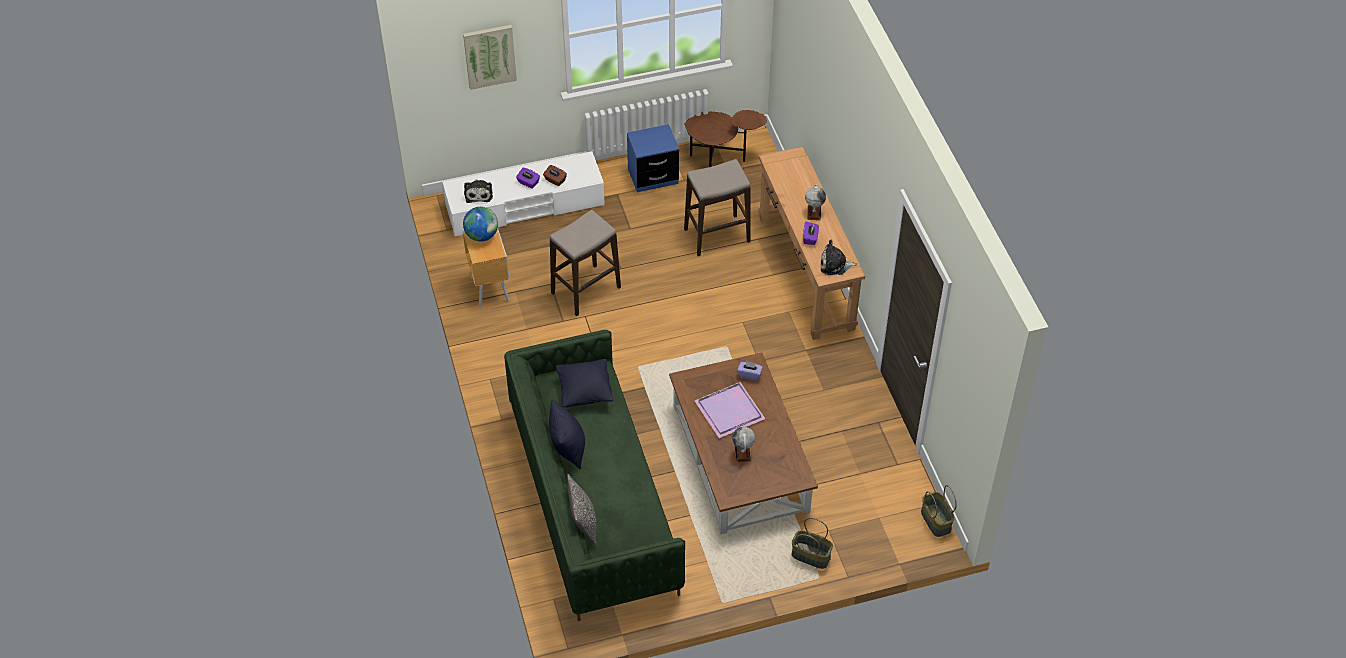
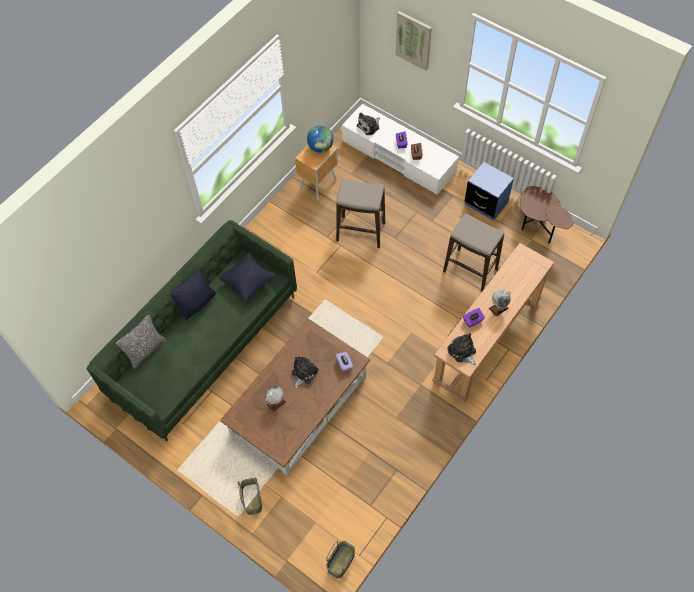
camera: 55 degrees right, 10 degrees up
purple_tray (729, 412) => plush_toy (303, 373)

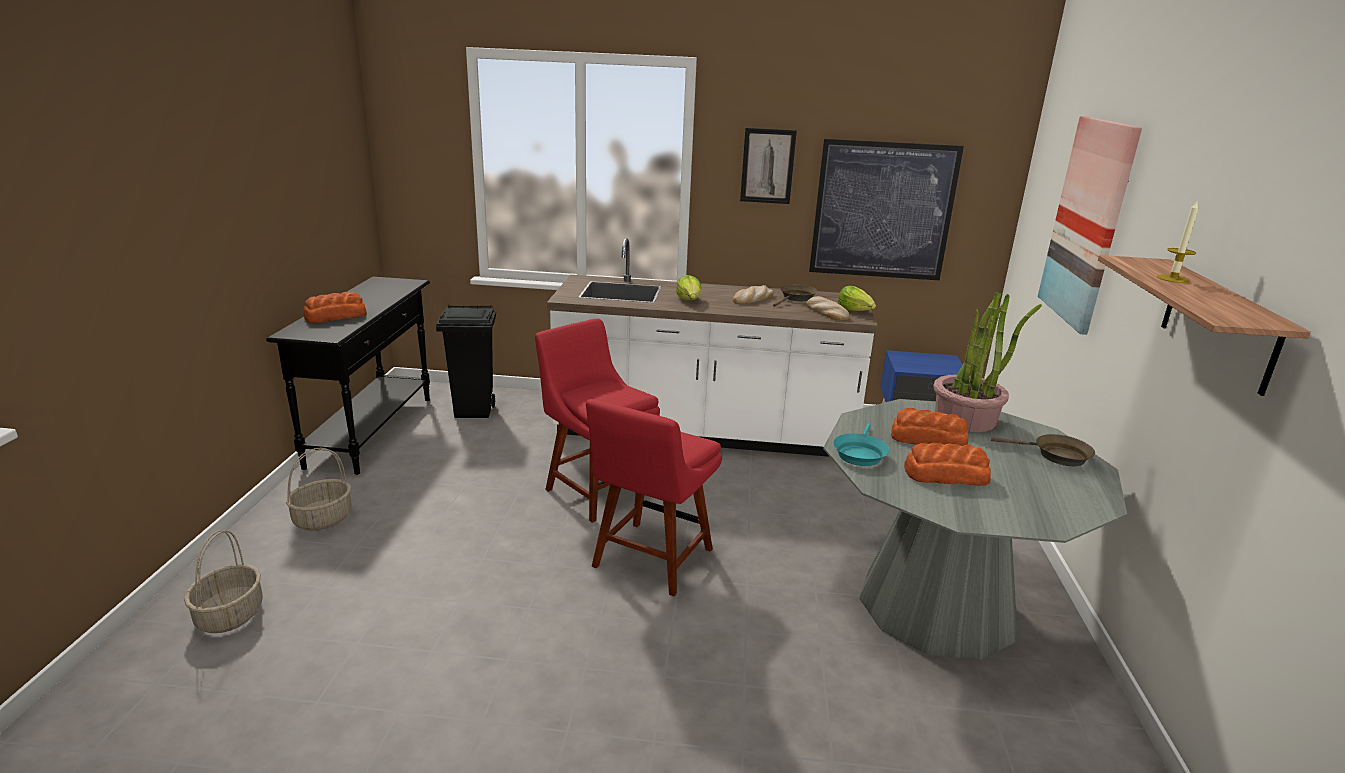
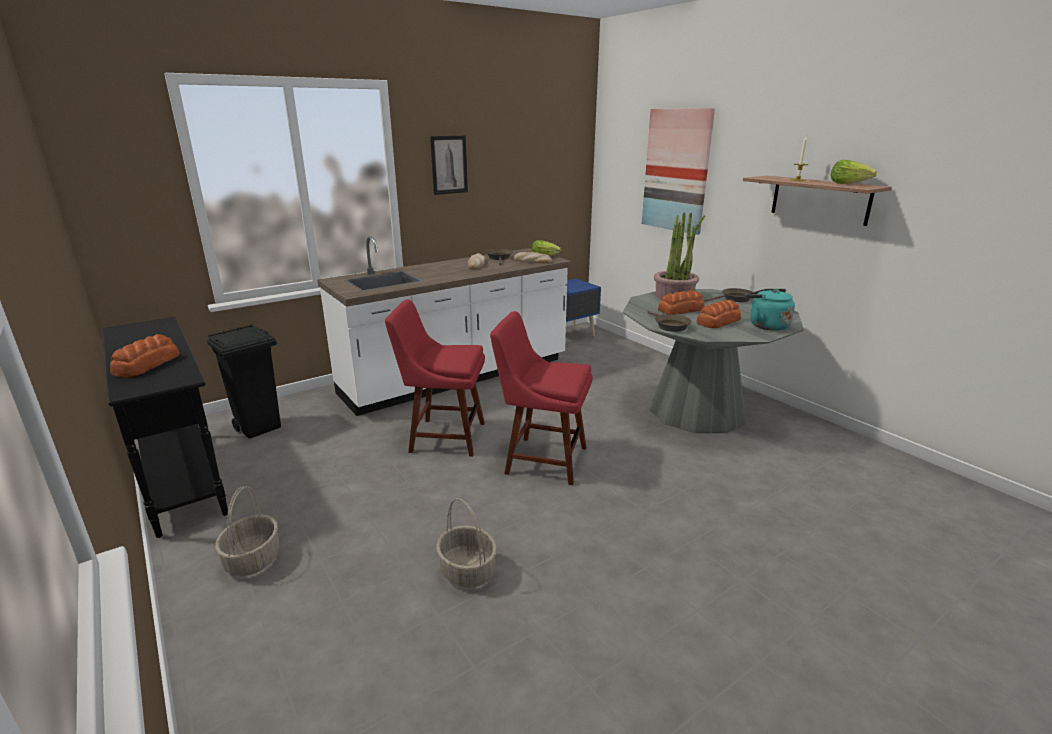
camera: 40 degrees left, 0 degrees up
picture (882, 210) => nothing
lettuce (689, 300) => lettuce (849, 184), relocated
red_chair (650, 561) => red_chair (541, 459), 120 degrees clockwise
turquoise_frying_pan (859, 453) => brown_frying_pan (669, 326)
basket (229, 615) => basket (467, 571), relocated
nothing => turquoise_kettle (766, 325)

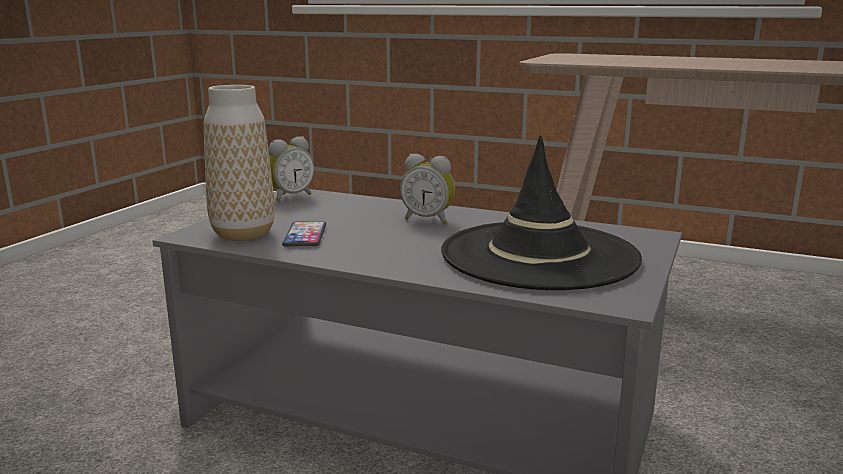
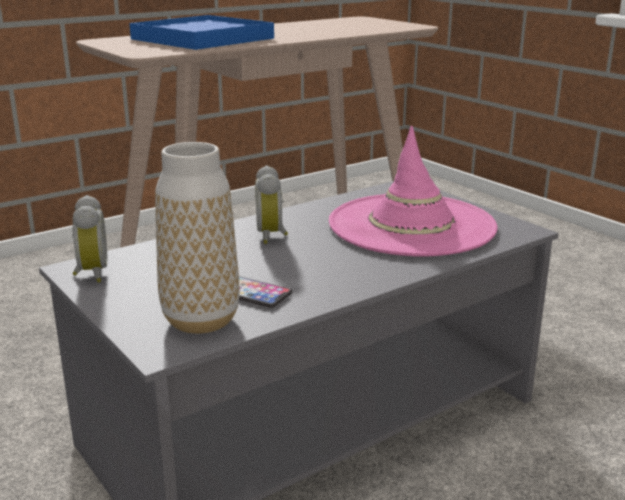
camera: 60 degrees left, 5 degrees up
black_hat (539, 255) => pink_hat (412, 225)
alarm_clock (428, 220) => alarm_clock (272, 235), 120 degrees clockwise
nothing => blue_tray (202, 39)

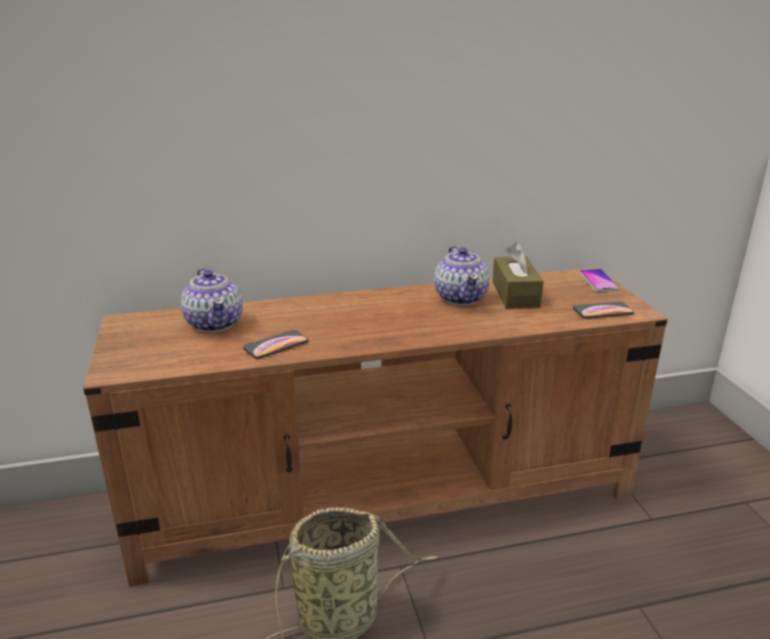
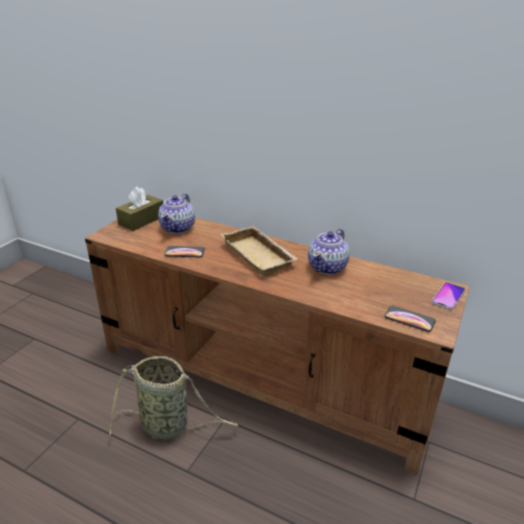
camera: 40 degrees right, 5 degrees up
brown_tissue_box (515, 294) => brown_tissue_box (141, 220), relocated
nothing => beige_tray (260, 255)

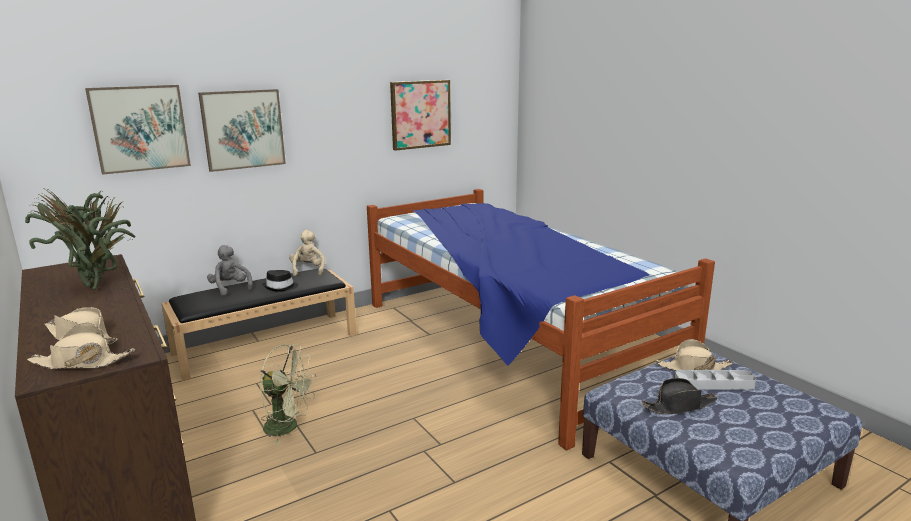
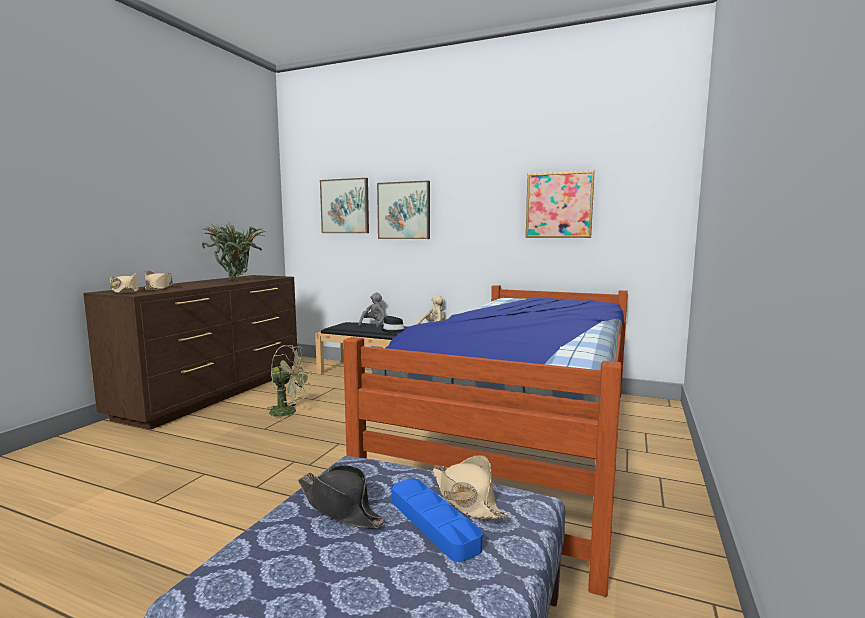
camera: 55 degrees right, 10 degrees down
green_fan (288, 427) => green_fan (289, 412), 60 degrees counterclockwise
grey_tray (714, 384) => blue_tray (433, 523)

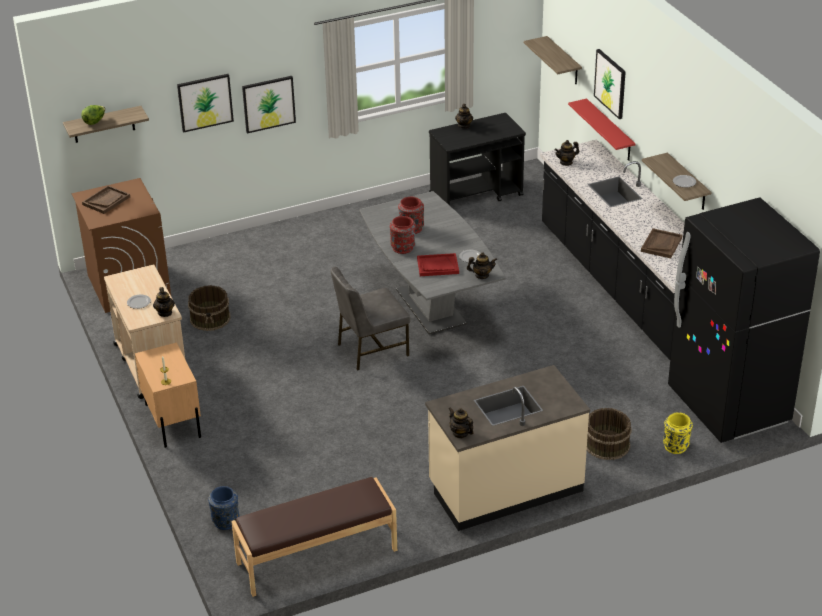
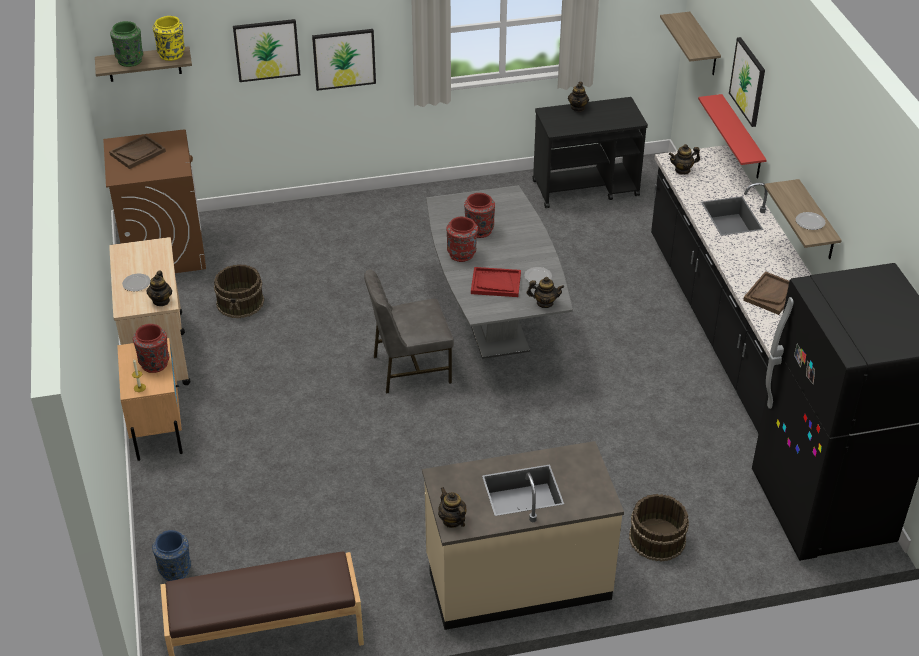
camera: 10 degrees right, 5 degrees up
lettuce (95, 121) => green_vase (130, 60)
yellow_vase (676, 446) => yellow_vase (172, 54), relocated
nothing => red_vase (154, 363)

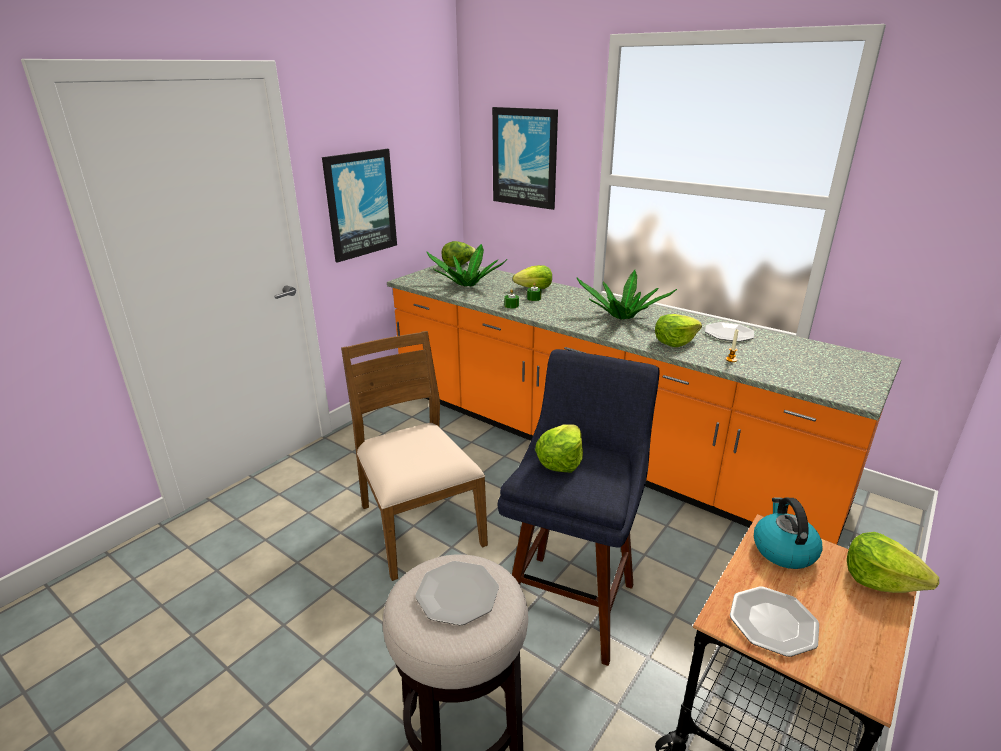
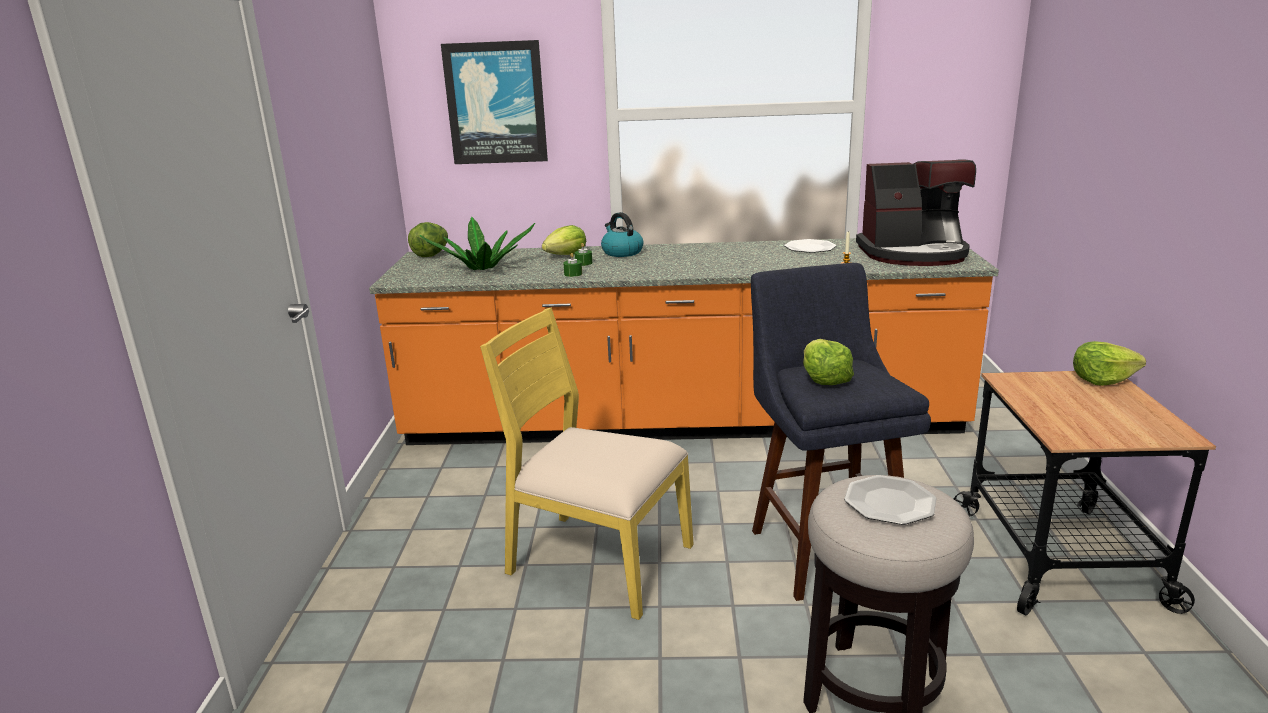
camera: 35 degrees left, 5 degrees down
picture (360, 204) => nothing
potted_plant (622, 317) => nothing
lettuce (674, 342) => nothing
brown_chair (418, 525) => yellow_chair (597, 560)
kettle (783, 550) => kettle (621, 252), relocated
plate (773, 622) => nothing
nothing => coffee_machine (913, 254)

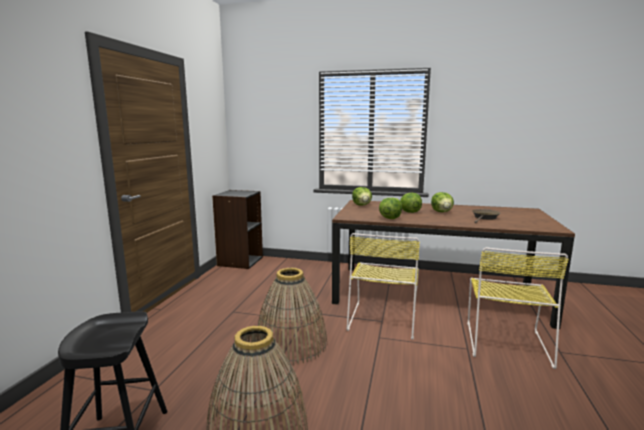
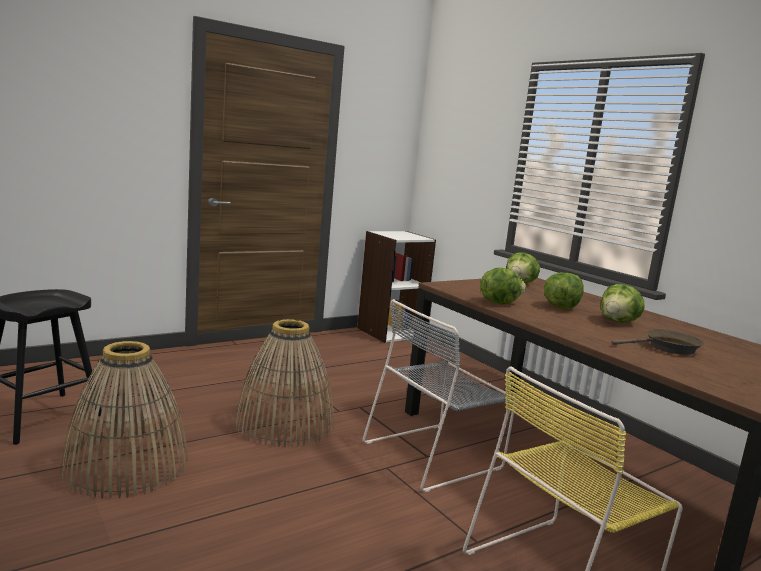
camera: 40 degrees right, 0 degrees up
black_bookcase (240, 261) => white_bookcase (390, 332)
yellow_chair (383, 318) => grey_chair (435, 454)

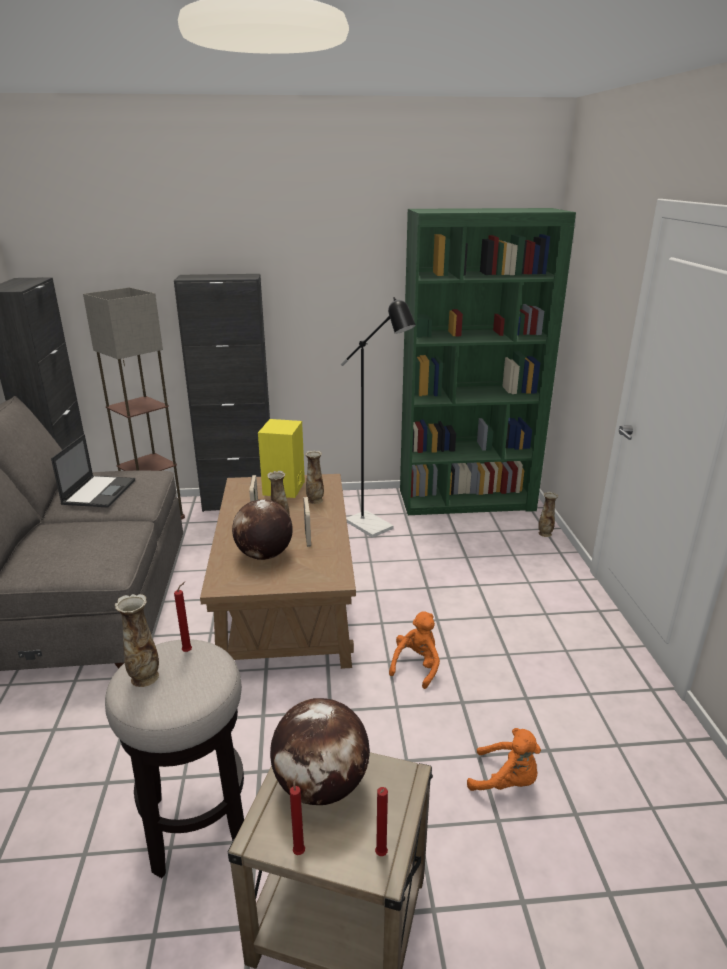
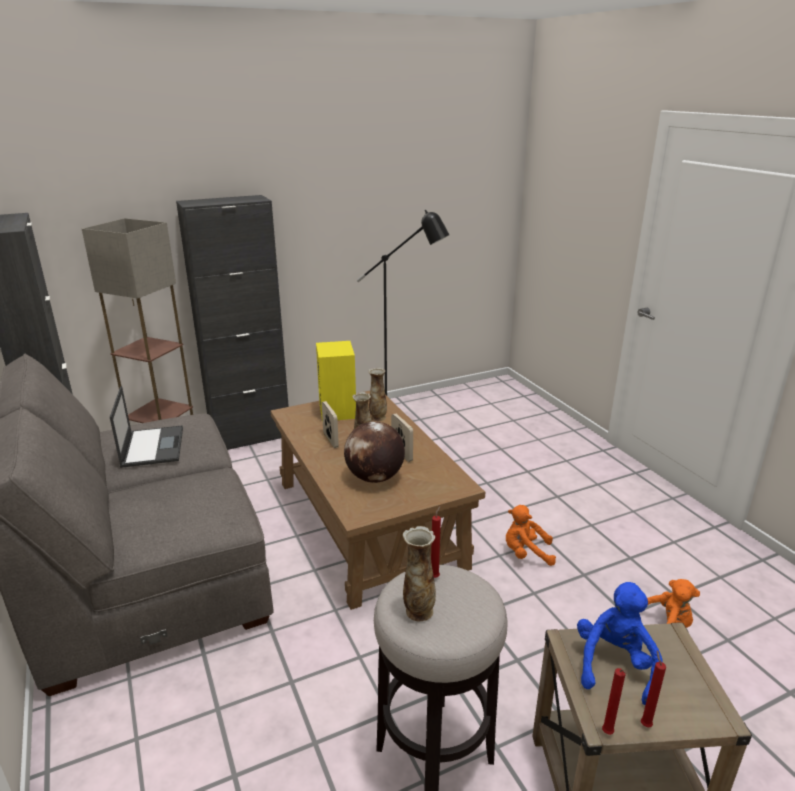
camera: 20 degrees left, 0 degrees up
green_bookcase (466, 500) => nothing
vase (545, 533) => nothing
orange_plush_toy (417, 666) => orange_plush_toy (526, 553), 90 degrees counterclockwise
globe (322, 785) => blue_plush_toy (614, 664)
red_candle (380, 855) => red_candle (608, 734), relocated

